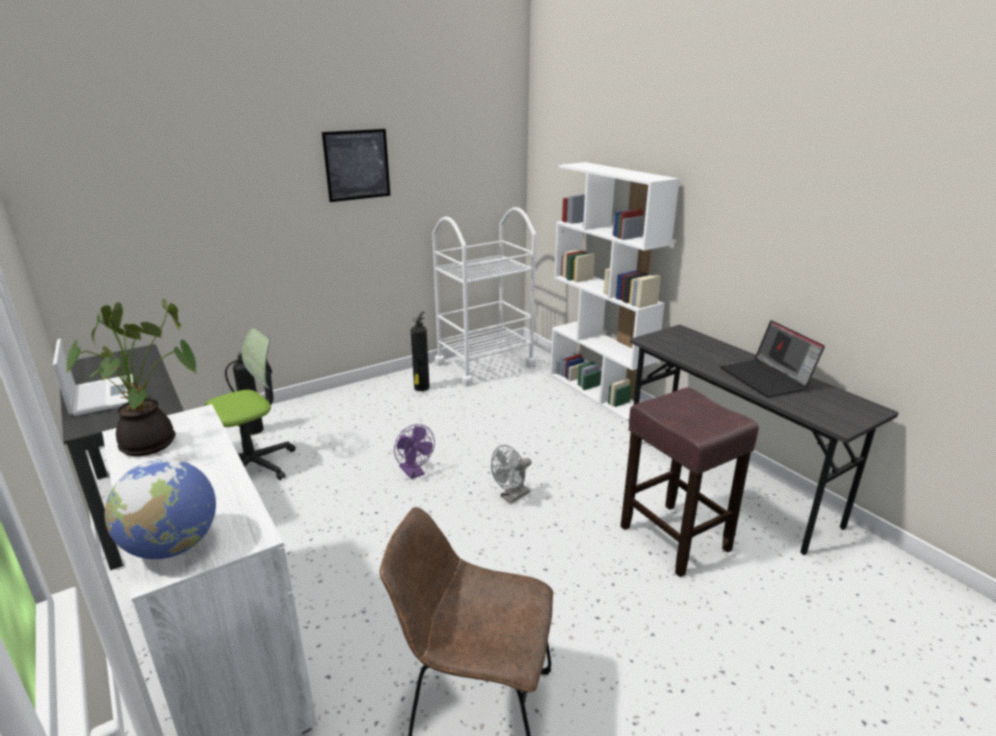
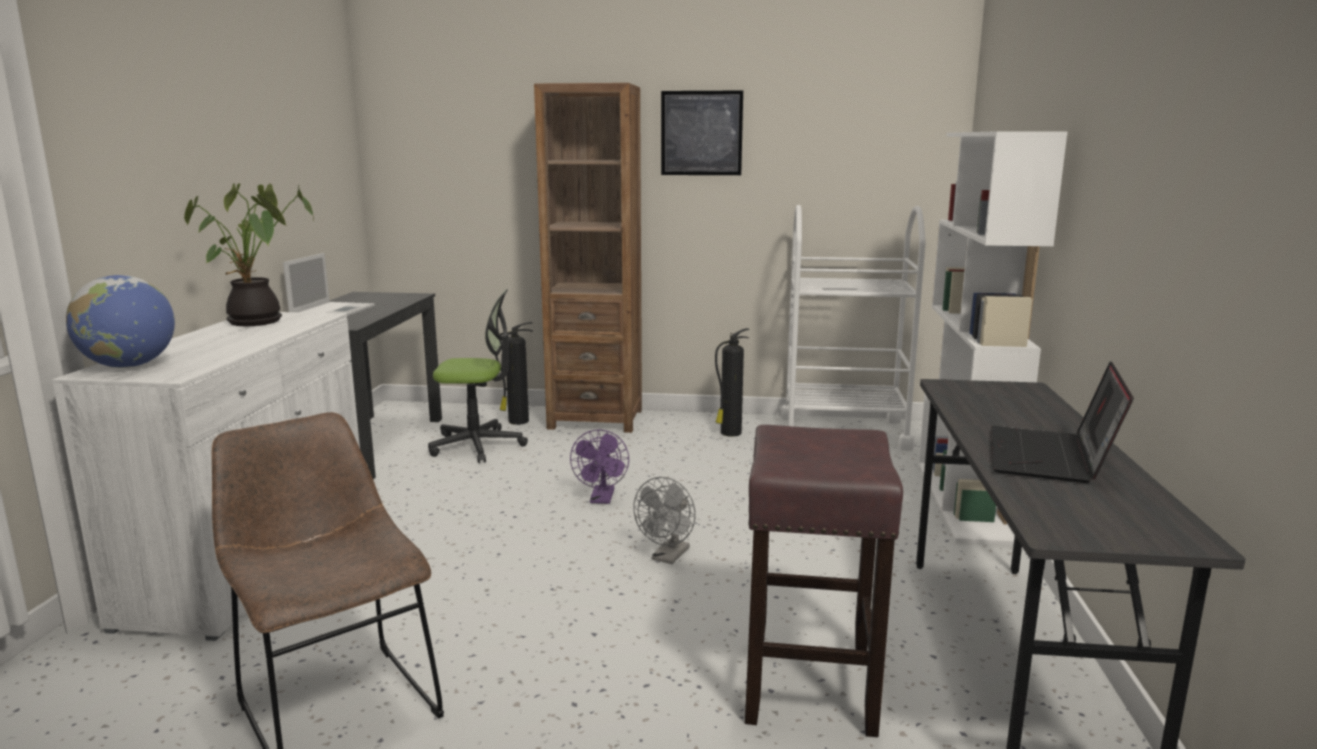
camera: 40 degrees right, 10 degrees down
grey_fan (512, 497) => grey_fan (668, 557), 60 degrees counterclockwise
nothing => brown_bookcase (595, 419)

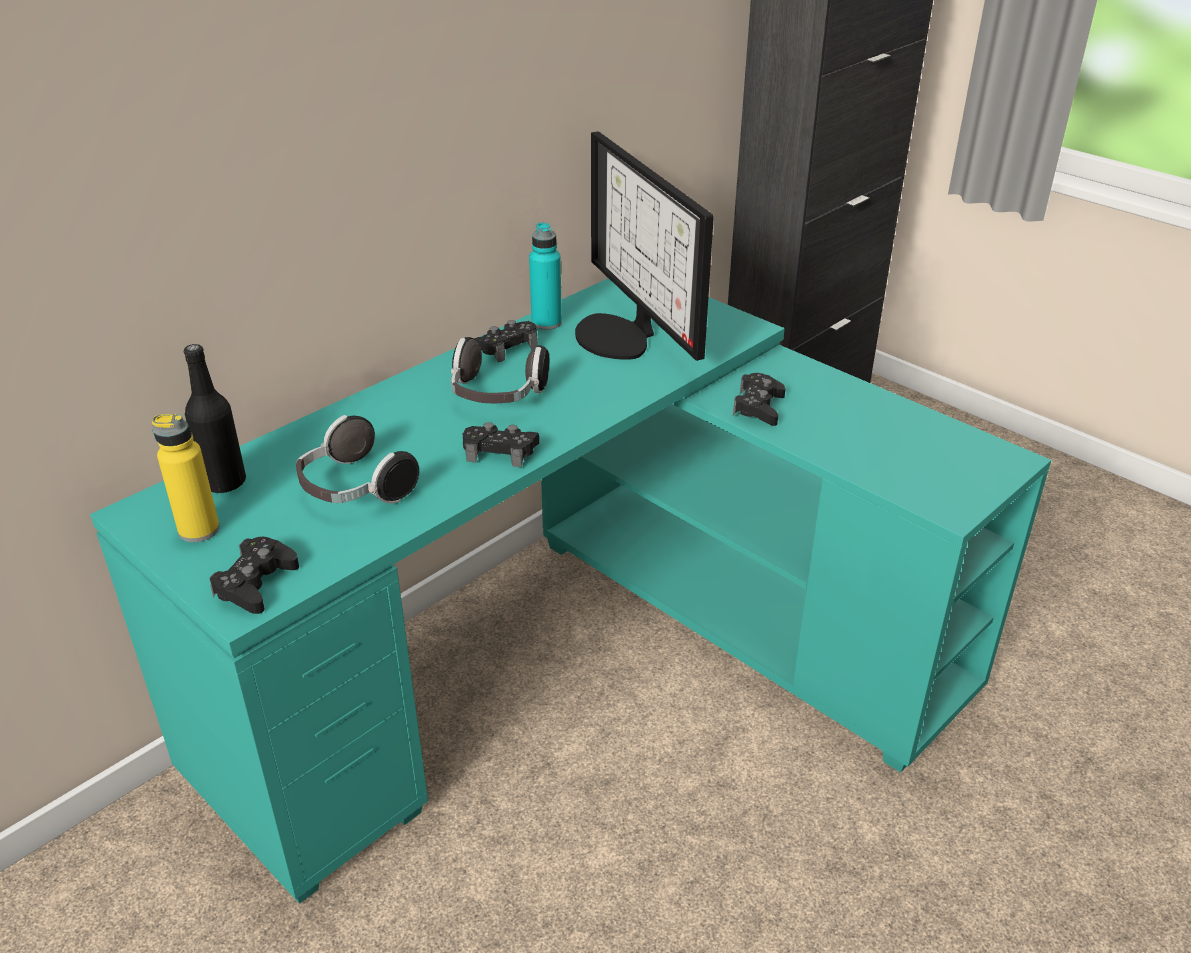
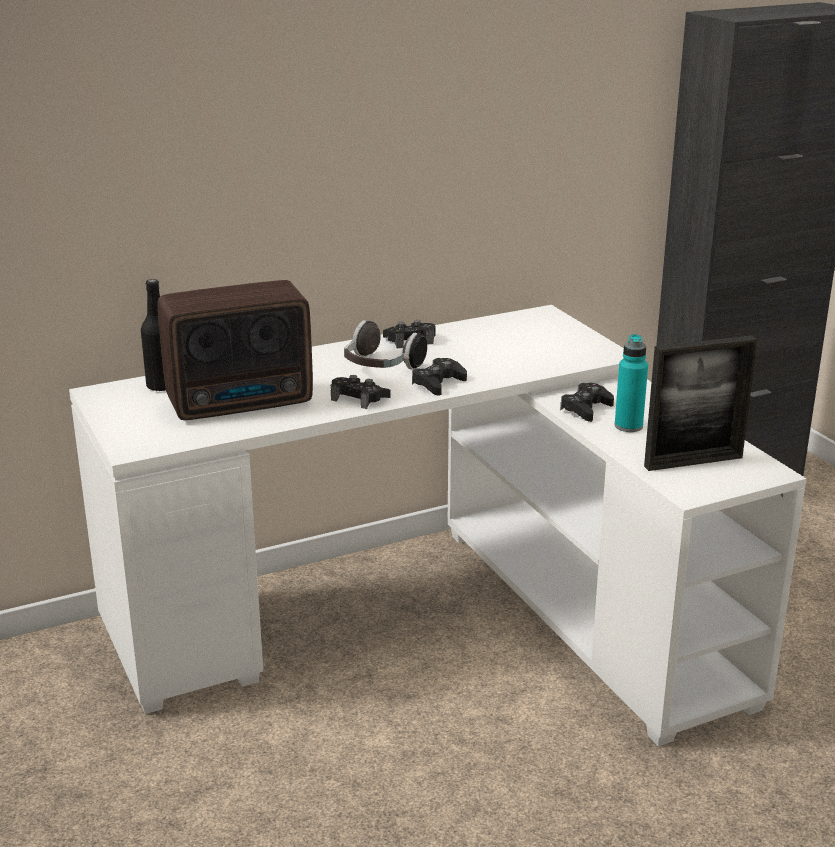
camera: 20 degrees right, 10 degrees down
monitor (622, 336) => nothing
turquoise_bottle (546, 322) => turquoise_bottle (628, 426), relocated
turquoise_desk (585, 660) => white_desk (437, 616)
yellow_bottle (199, 530) => nothing
headphones (354, 489) => radio (243, 403)
black_game_controller (256, 583) => black_game_controller (438, 383), relocated
nothing => picture_frame (693, 462)

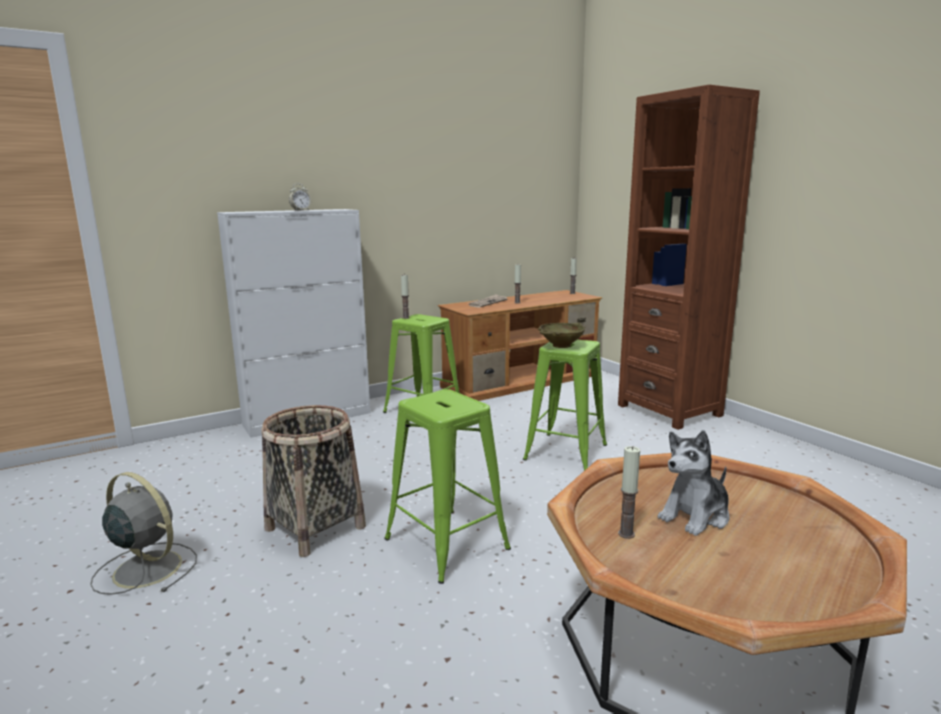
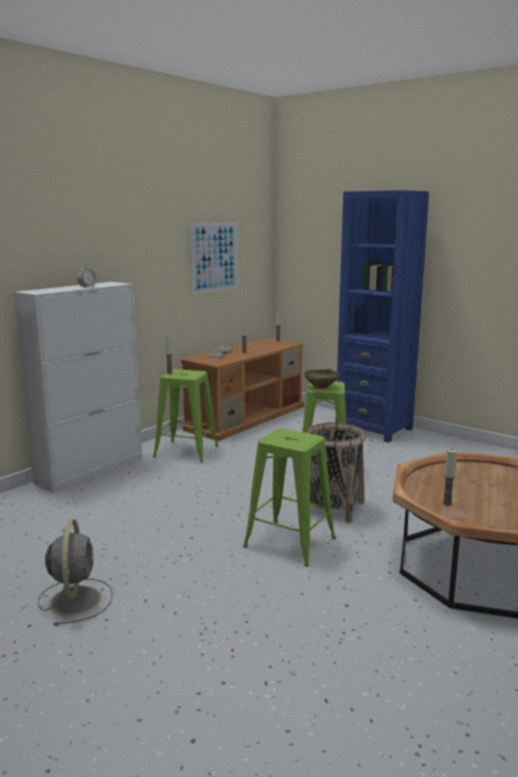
camera: 20 degrees left, 0 degrees up
brown_bookcase (669, 410) => blue_bookcase (374, 429)
basket (315, 527) => basket (333, 507), relocated
plush_toy (695, 516) => nothing
grey_fan (145, 568) => grey_fan (76, 599), 75 degrees clockwise
nothing => picture (214, 257)

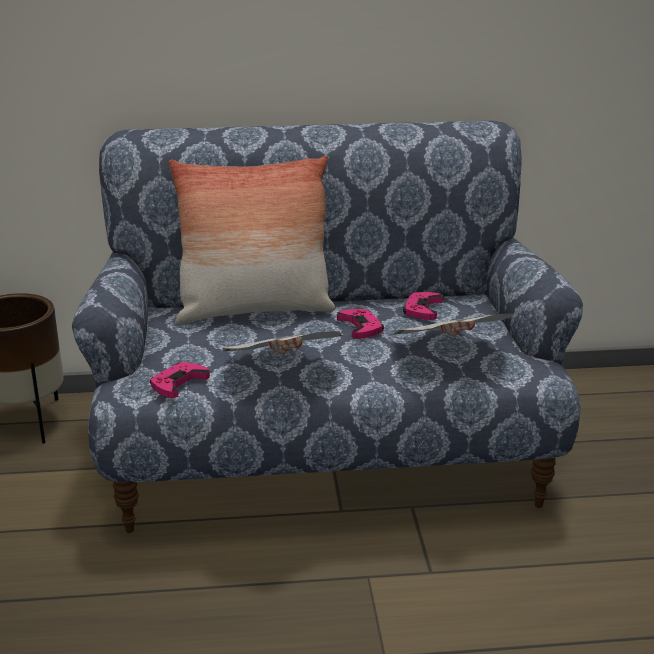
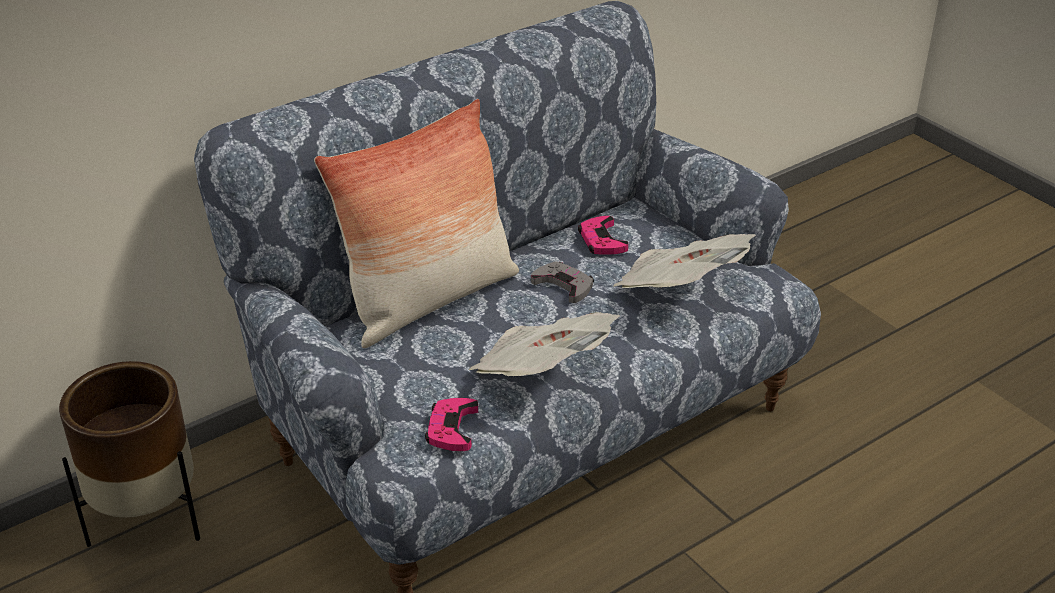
camera: 30 degrees left, 10 degrees up
pink_game_controller (360, 327) => grey_game_controller (564, 285)

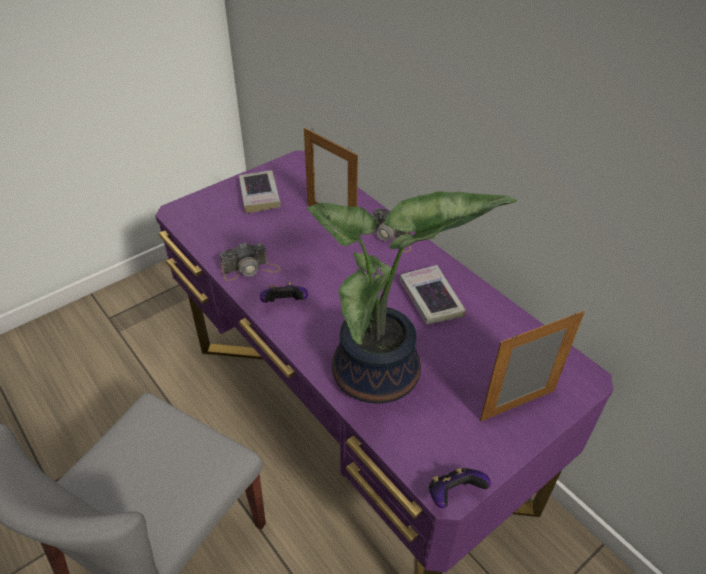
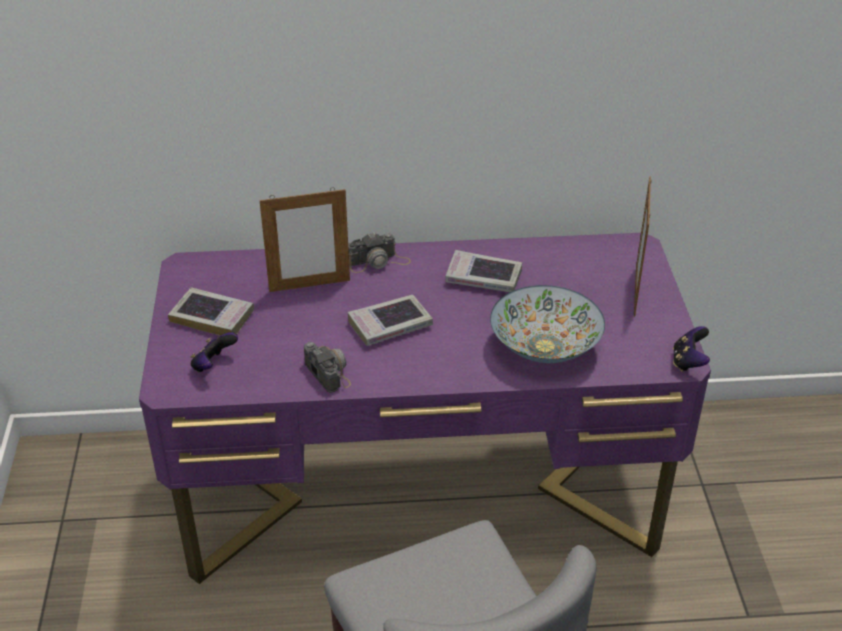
camera: 55 degrees left, 5 degrees down
potted_plant (380, 377) => bowl (545, 347)
photo_camera (251, 269) => photo_camera (327, 369), 45 degrees counterclockwise
game_controller (285, 304) => game_controller (213, 365), relocated
nothing => book (390, 325)

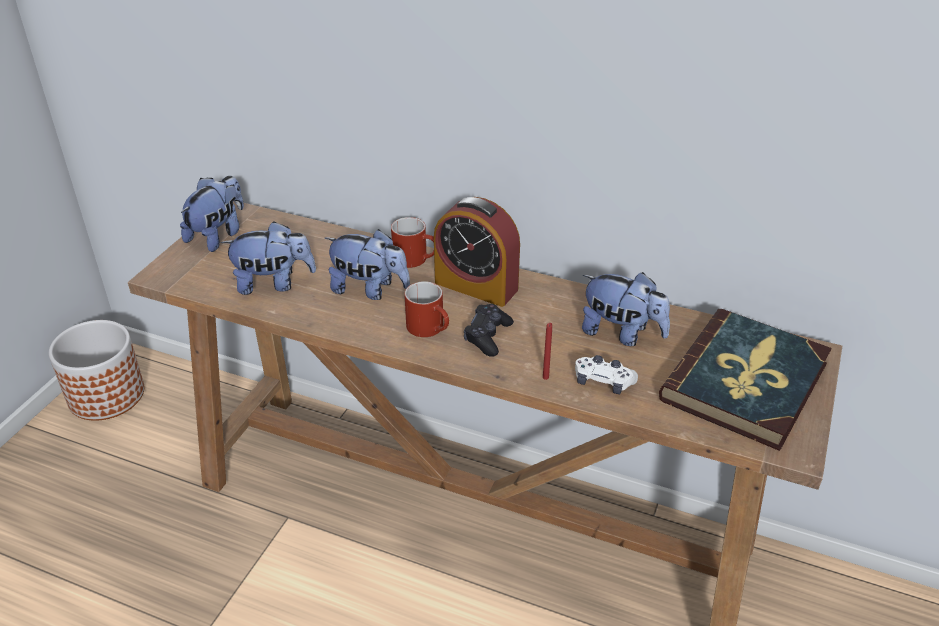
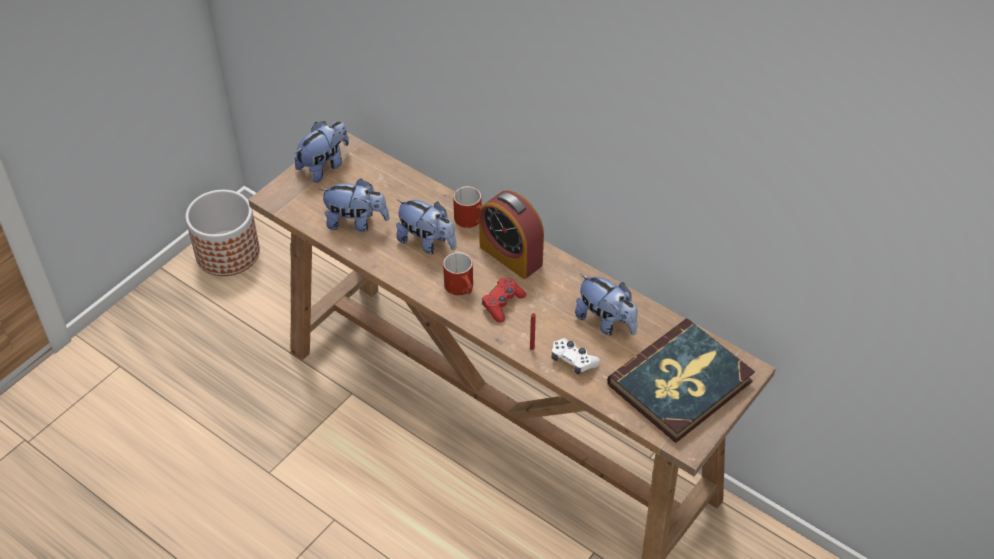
camera: 15 degrees right, 10 degrees up
black_game_controller (487, 336) => red_game_controller (502, 304)

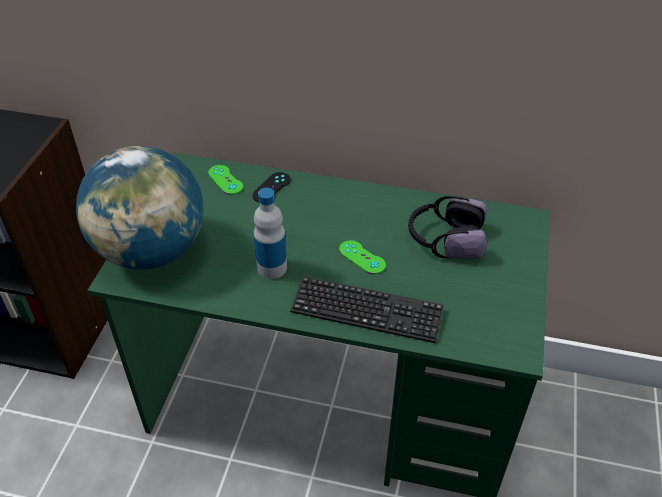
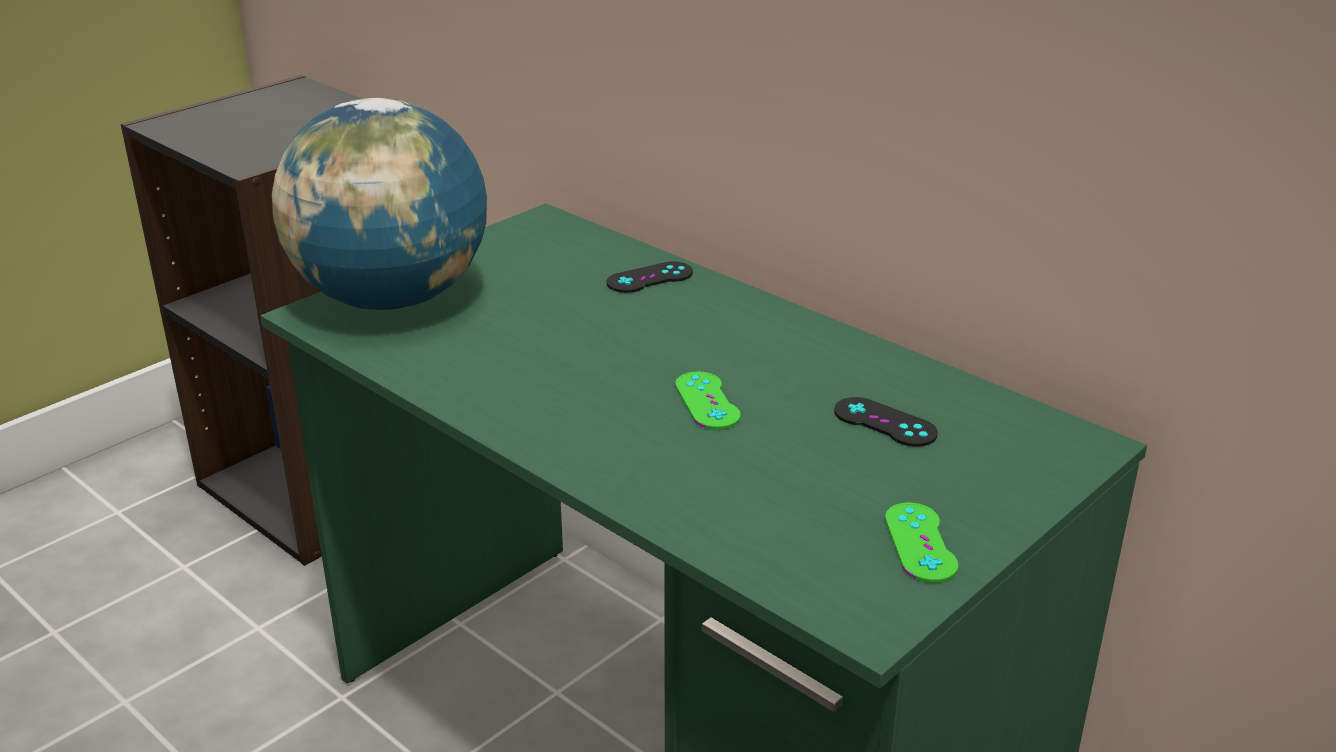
camera: 30 degrees right, 15 degrees down
green_game_controller (225, 180) => green_game_controller (920, 543), relocated
bottle (272, 267) => nothing
headphones (445, 239) => black_game_controller (885, 422)
keyboard (367, 311) => nothing

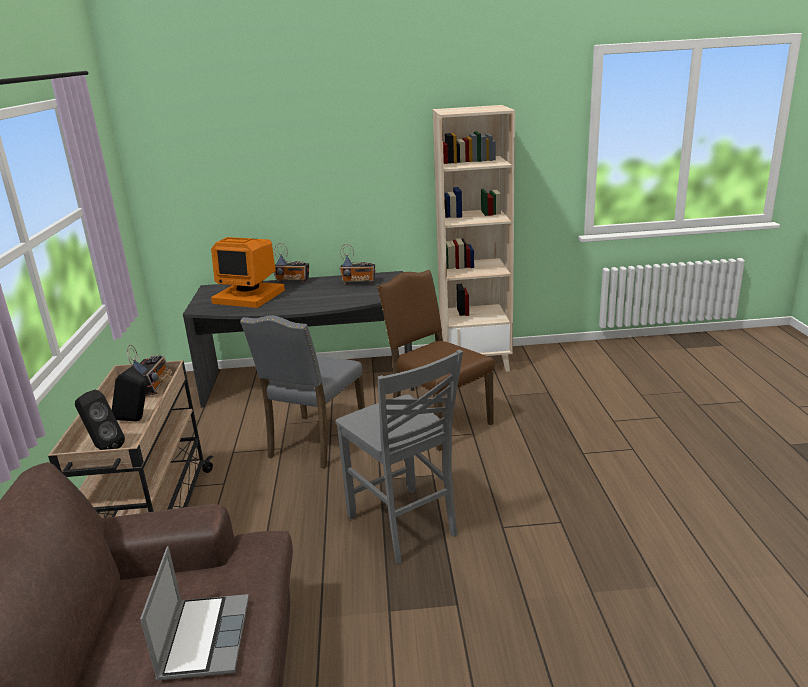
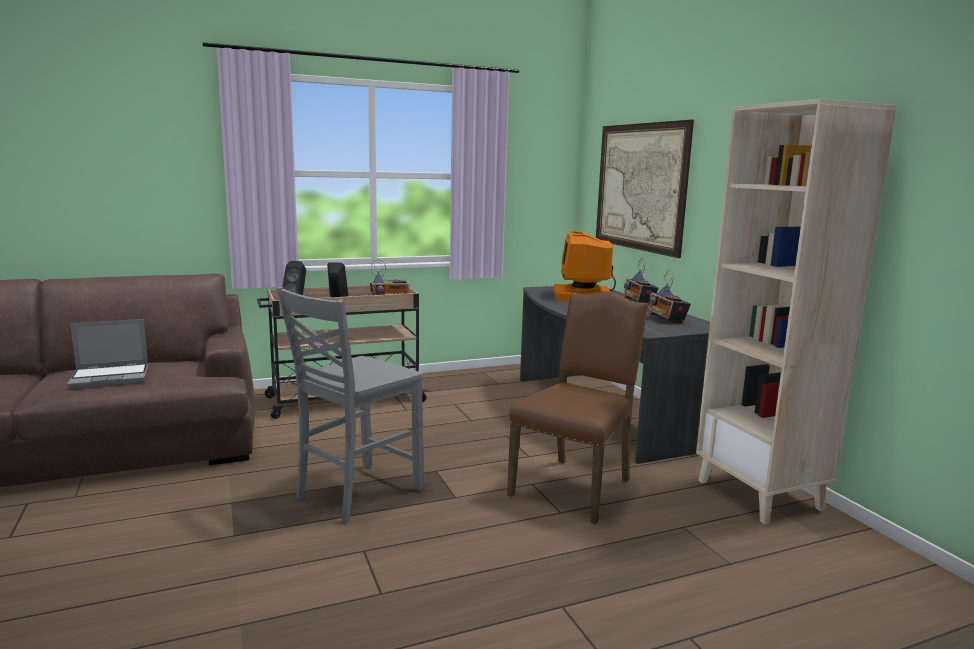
camera: 70 degrees right, 10 degrees down
grey_chair (314, 442) => nothing
nothing => picture (640, 187)

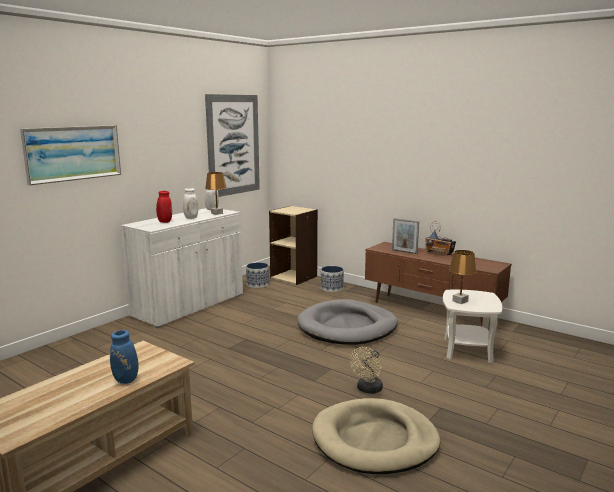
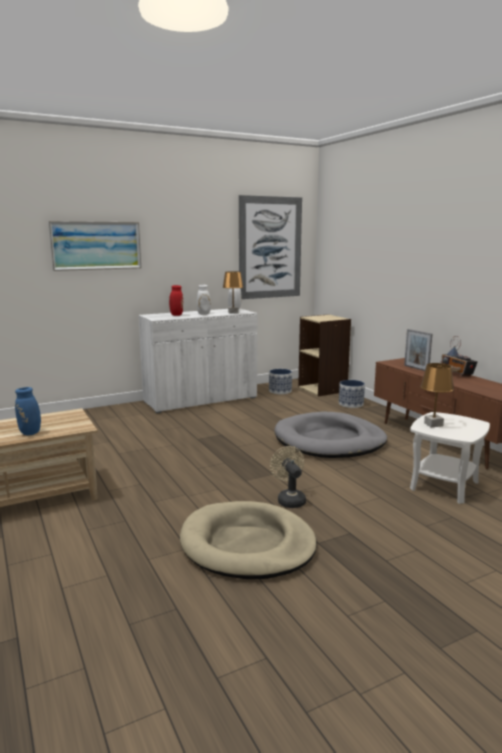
camera: 25 degrees right, 0 degrees up
beige_fan (368, 390) => beige_fan (289, 499), 105 degrees clockwise

